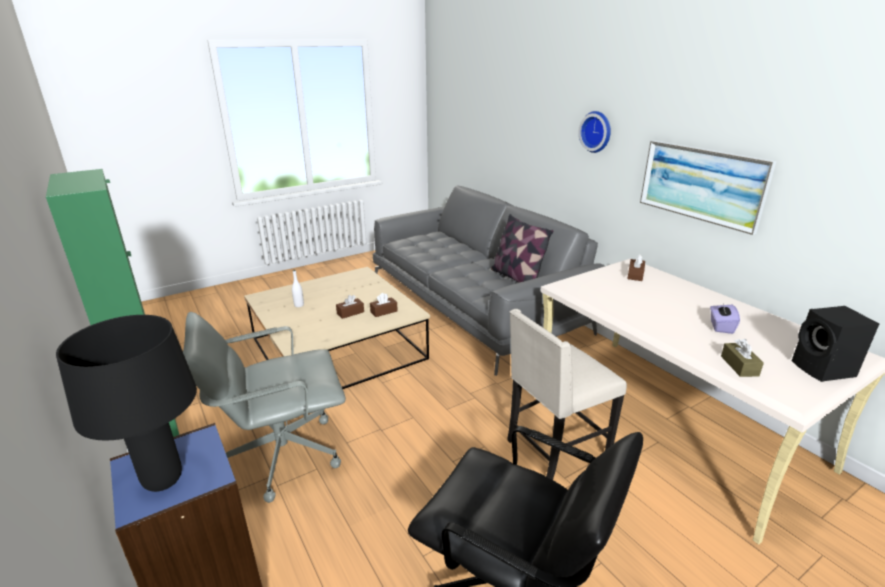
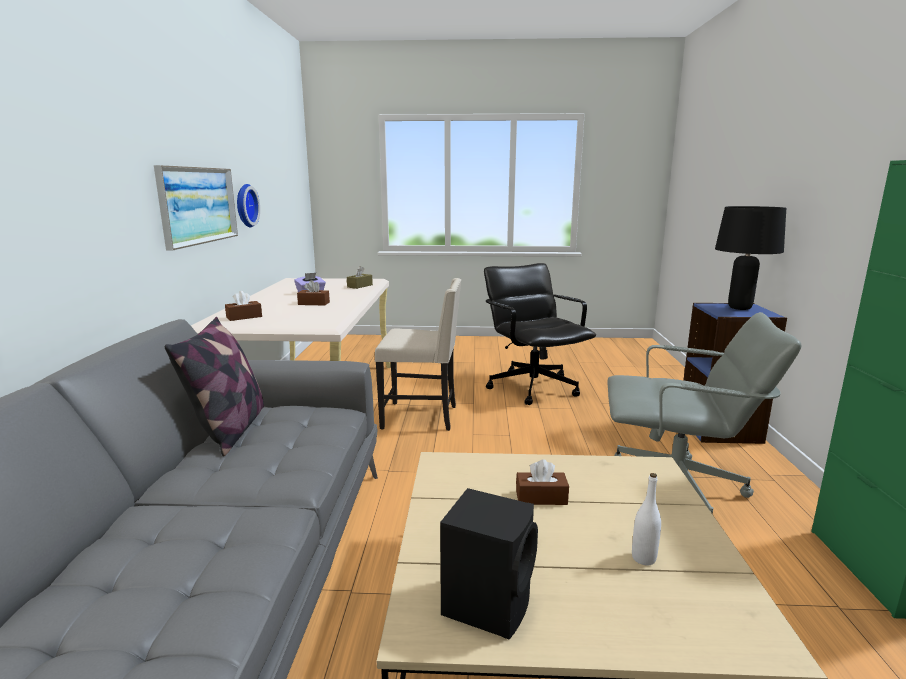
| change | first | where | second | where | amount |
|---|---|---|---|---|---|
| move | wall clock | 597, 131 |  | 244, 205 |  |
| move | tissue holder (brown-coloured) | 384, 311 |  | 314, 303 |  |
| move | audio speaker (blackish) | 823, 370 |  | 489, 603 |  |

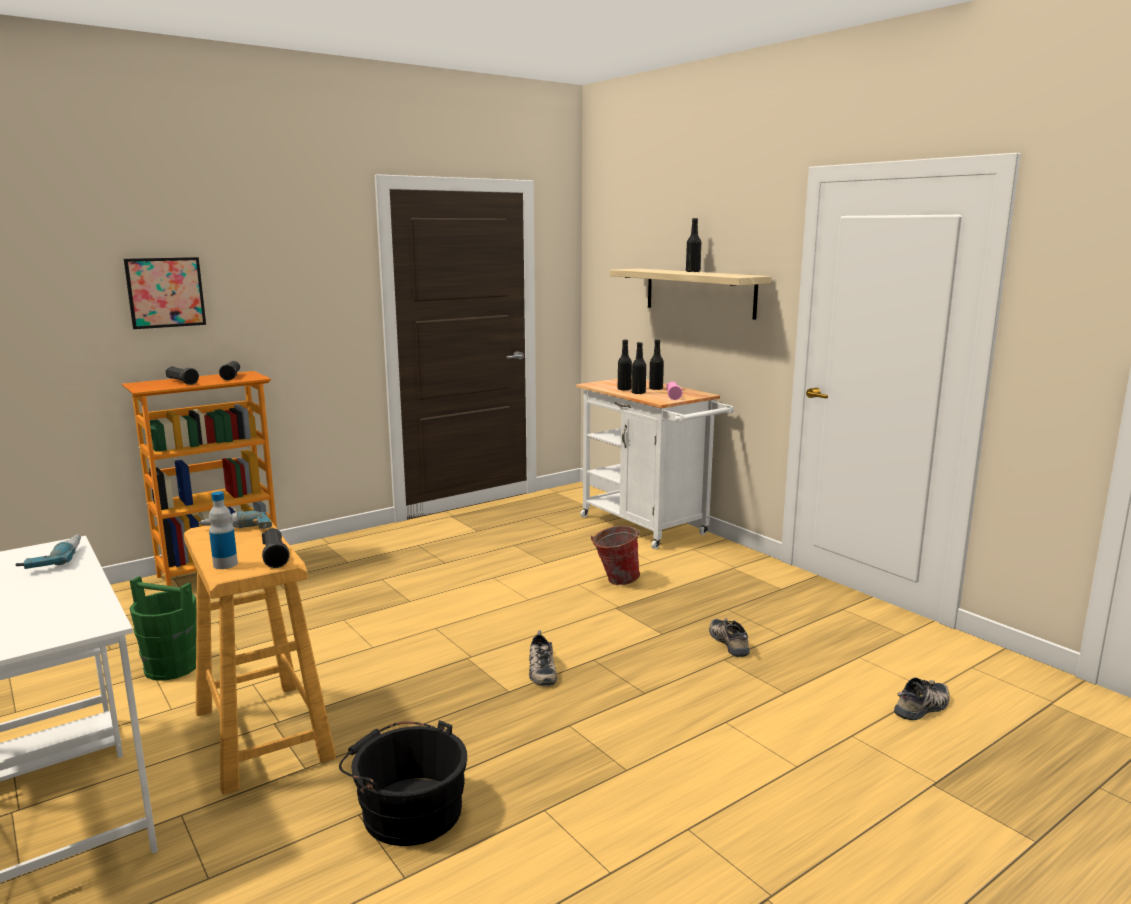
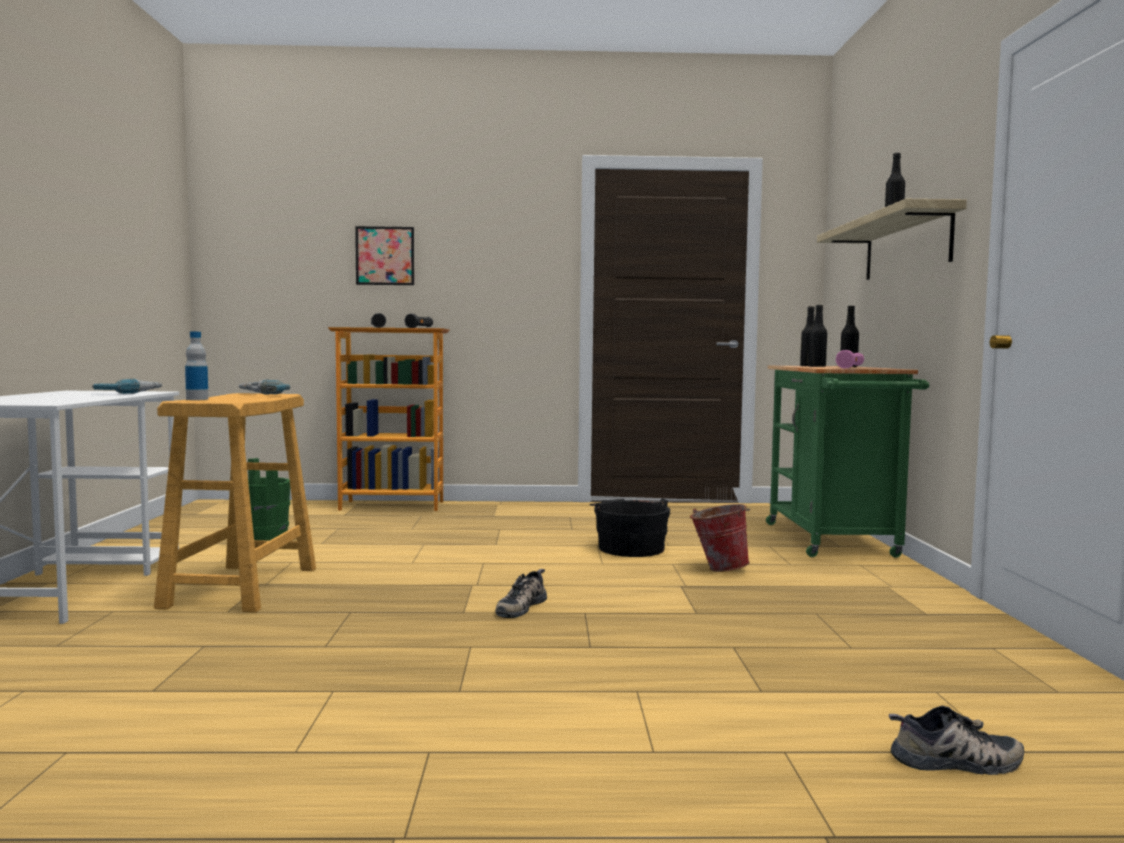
| change | first | where | second | where | amount |
|---|---|---|---|---|---|
| recolor | wheeled cart (white) | 649, 527 | wheeled cart (green-coloured) | 834, 542 |  |
| delete | hand torch (blackish) | 275, 557 |  |  |  |
| delete | low shoe | 730, 642 |  |  |  |
| move | pail (blackish) | 407, 809 |  | 629, 547 |  |

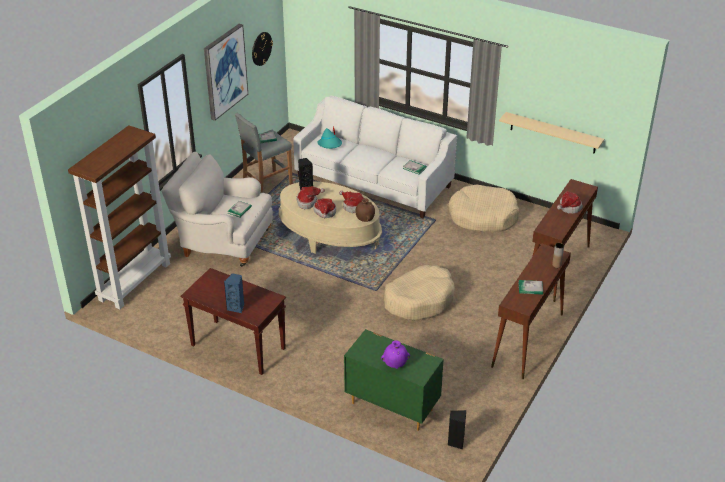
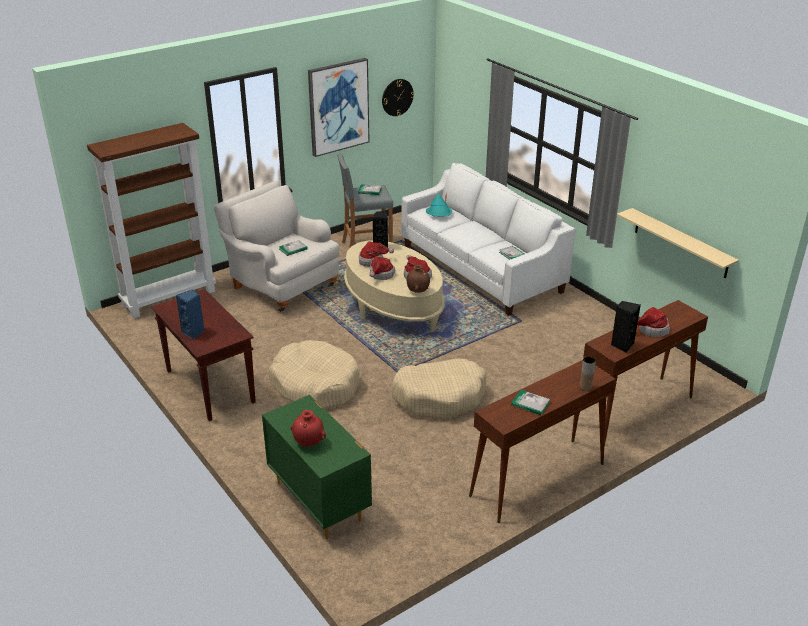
| change | first | where | second | where | amount |
|---|---|---|---|---|---|
| move | dog cushion (sand-coloured) | 483, 216 |  | 315, 384 |  |
| recolor | decorative vase (purple-coloured) | 395, 365 | decorative vase (reddish) | 309, 443 |  |
| move | audio speaker (blackish) | 455, 442 |  | 622, 345 |  |

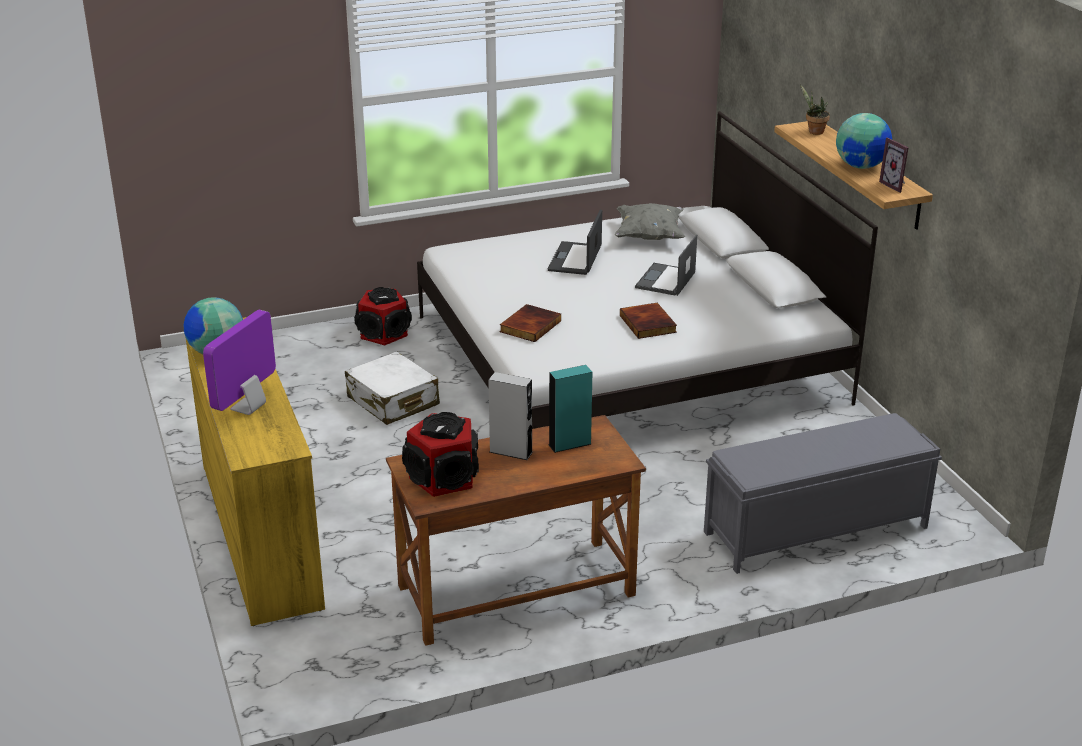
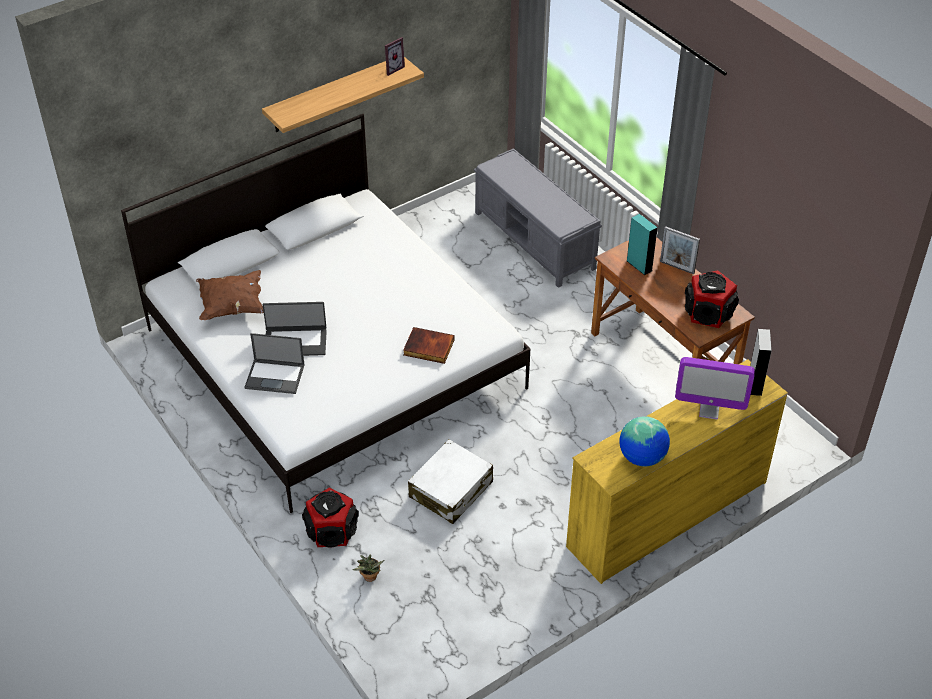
| change | first | where | second | where | amount |
|---|---|---|---|---|---|
| move | potted plant | 813, 132 |  | 369, 578 |  |
| delete | globe | 861, 166 |  |  |  |
| recolor | throw pillow (greyish) | 649, 236 | throw pillow (brown-coloured) | 232, 306 |  |
| move | laptop | 665, 280 |  | 275, 376 |  |
| delete | book | 649, 324 |  |  |  |
| move | audio speaker (greyish) | 511, 452 |  | 755, 384 |  |
| insert |  |  | standing frame | 677, 267 |  |

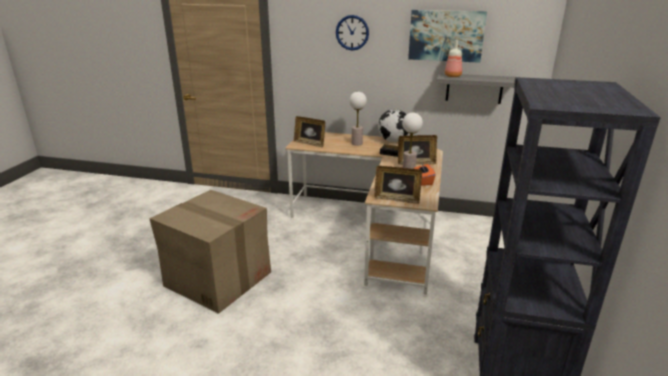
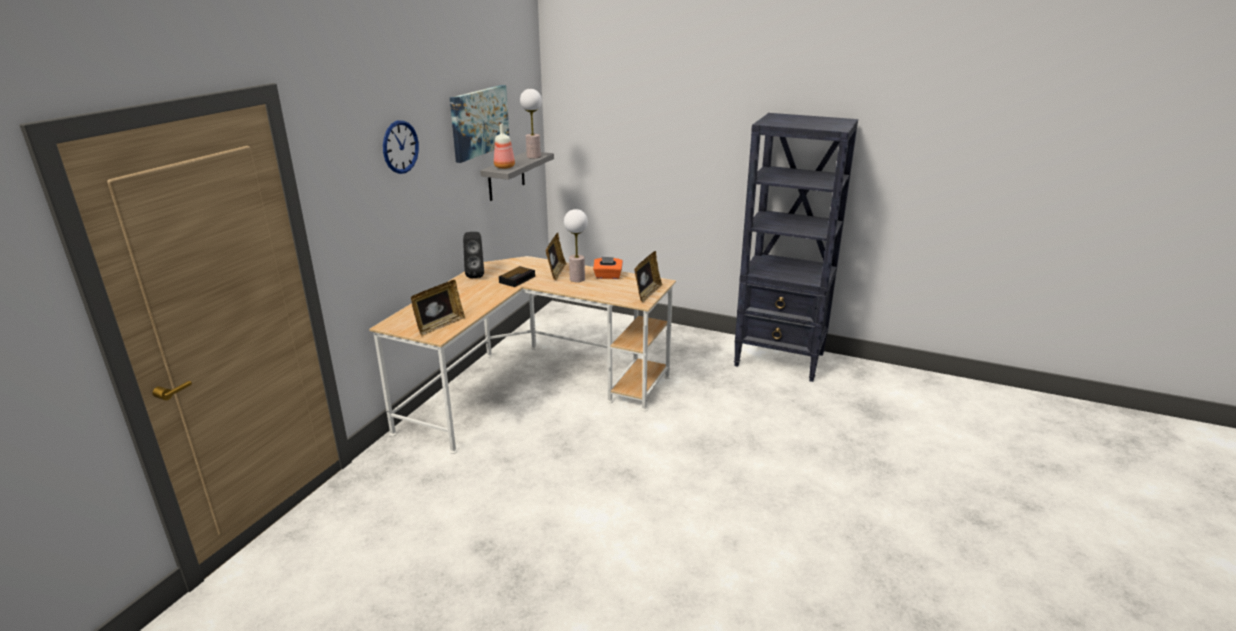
| change | first | where | second | where | amount |
|---|---|---|---|---|---|
| move | table lamp | 357, 143 |  | 533, 156 |  |
| replace | globe | 393, 141 | audio speaker (blackish) | 475, 275 |  |
| delete | carton | 217, 278 |  |  |  |

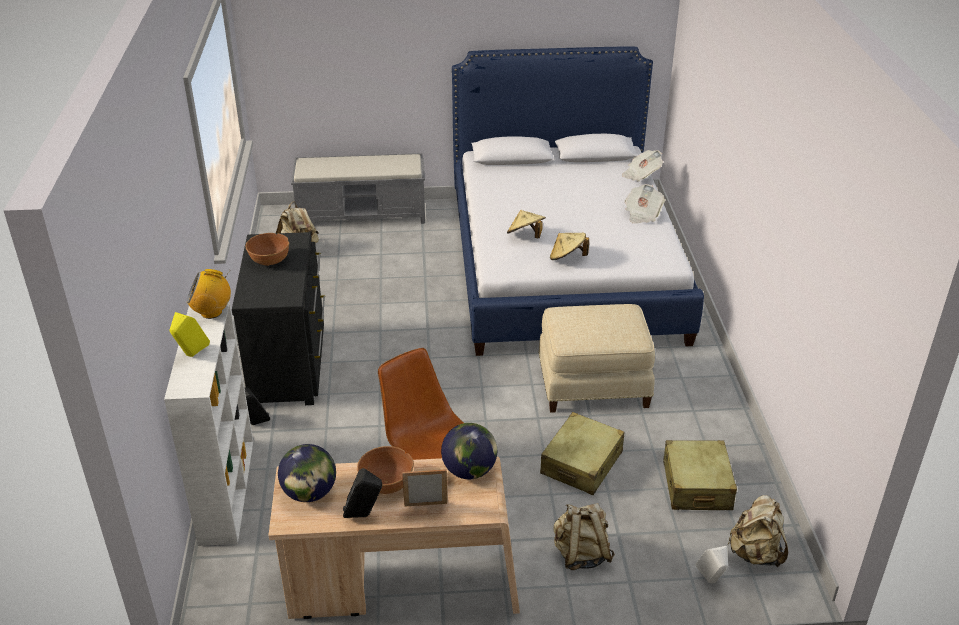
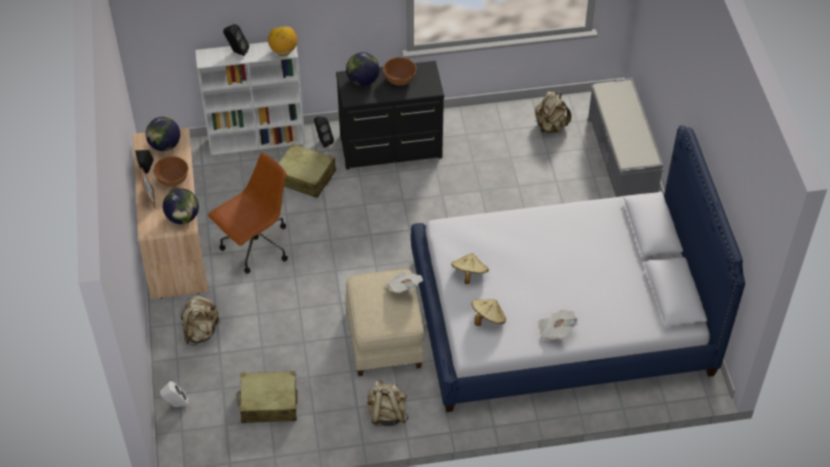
| change | first | where | second | where | amount |
|---|---|---|---|---|---|
| move | printed paper | 641, 175 |  | 404, 287 |  |
| move | clothing hat (sand-coloured) | 526, 236 |  | 488, 319 |  |
| recolor | audio speaker (yellow) | 191, 355 | audio speaker (blackish) | 237, 52 |  |
| move | suitcase (sand-coloured) | 582, 463 |  | 305, 177 |  |
| move | knapsack (sand-coloured) | 755, 553 |  | 387, 413 |  |
| insert |  |  | globe | 363, 80 |  |

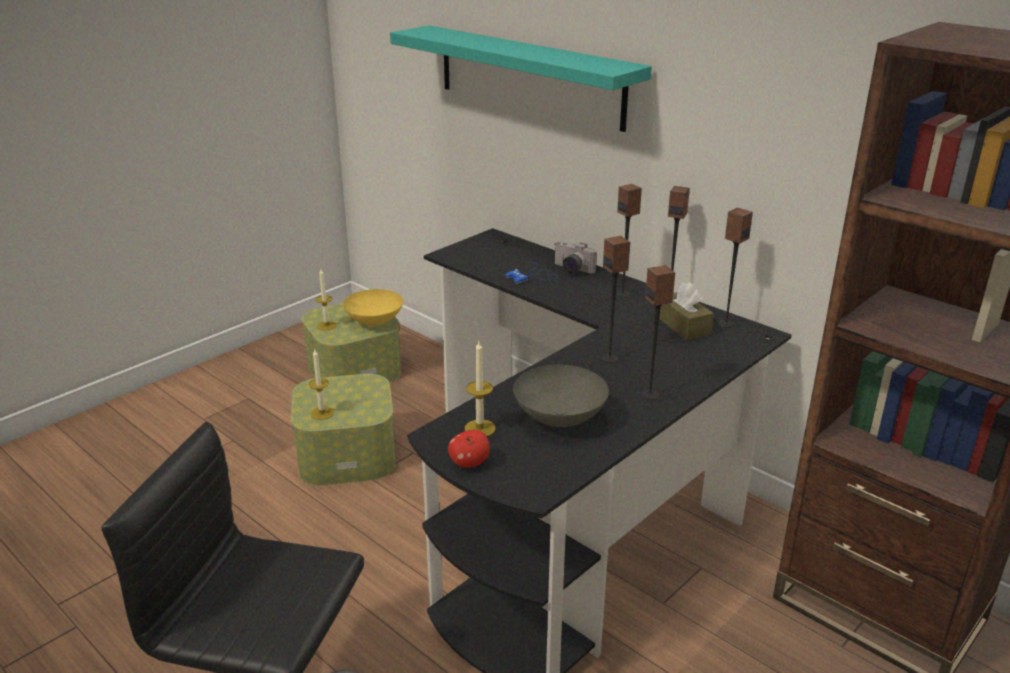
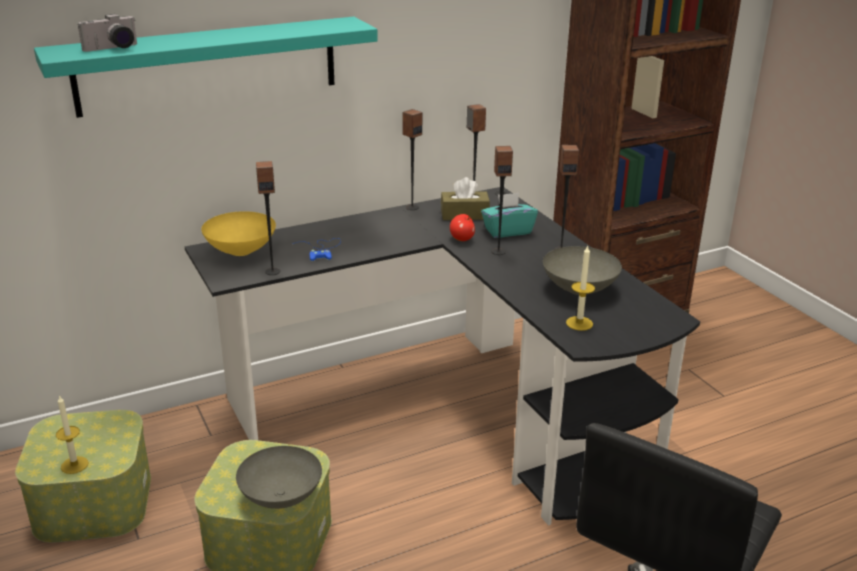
| change | first | where | second | where | amount |
|---|---|---|---|---|---|
| move | audio speaker | 623, 294 |  | 272, 271 |  |
| move | photo camera | 571, 269 |  | 113, 48 |  |
| move | bowl (yellow) | 375, 322 |  | 242, 251 |  |
| replace | candle | 322, 413 | bowl (greyish) | 280, 497 |  |
| move | apple fruit | 469, 463 |  | 462, 239 |  |
| insert |  |  | tissue holder (turquoise) | 507, 231 |  |

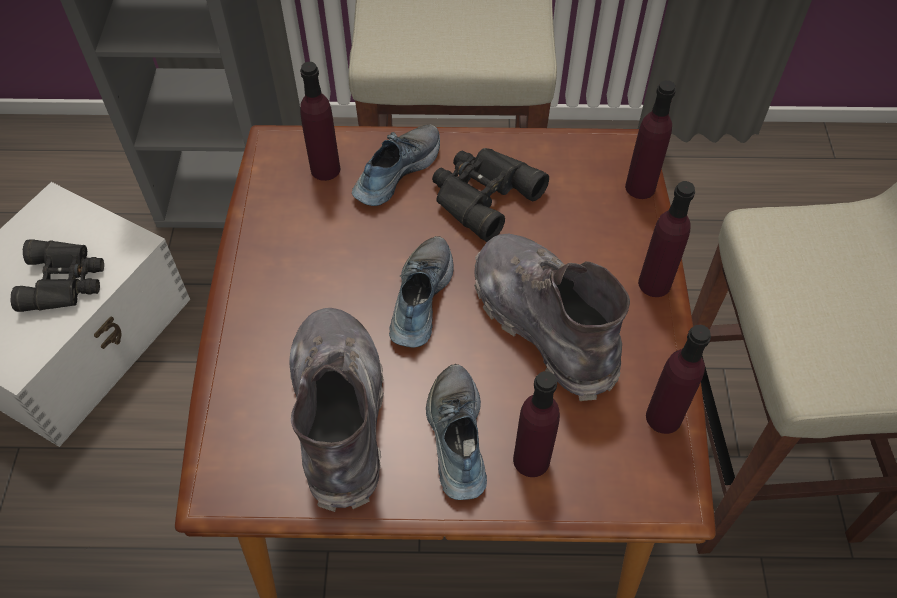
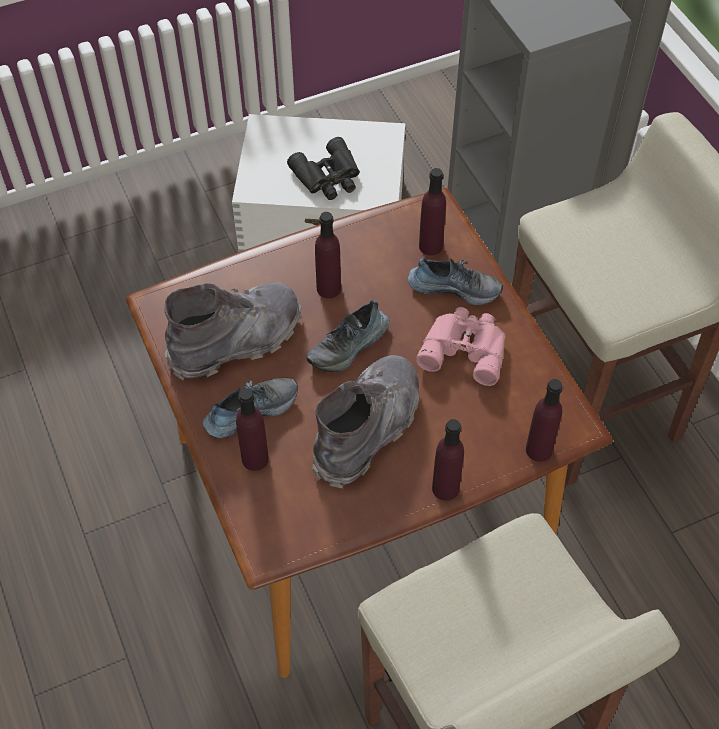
| change | first | where | second | where | amount |
|---|---|---|---|---|---|
| recolor | binoculars (blackish) | 481, 195 | binoculars (pinkish) | 464, 348 |  |
| rotate | low shoe | 419, 298 |  | 349, 346 | 150 degrees clockwise |
| move | beverage bottle (purple-coloured) | 663, 417 |  | 328, 288 |  |

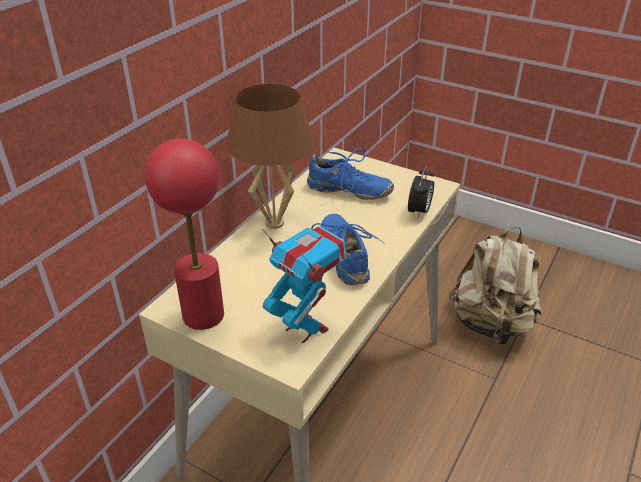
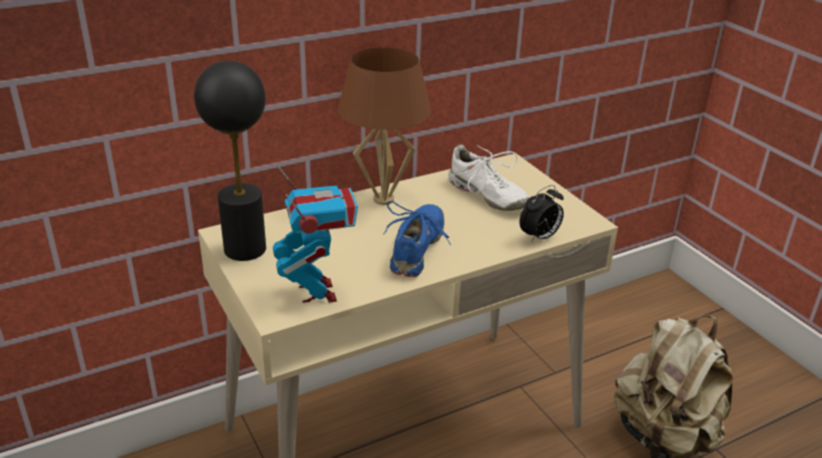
| change | first | where | second | where | amount |
|---|---|---|---|---|---|
| recolor | table lamp (reddish) | 204, 315 | table lamp (blackish) | 245, 249 |  |
| recolor | low shoe (blue-coloured) | 349, 191 | low shoe (white) | 486, 195 |  |

